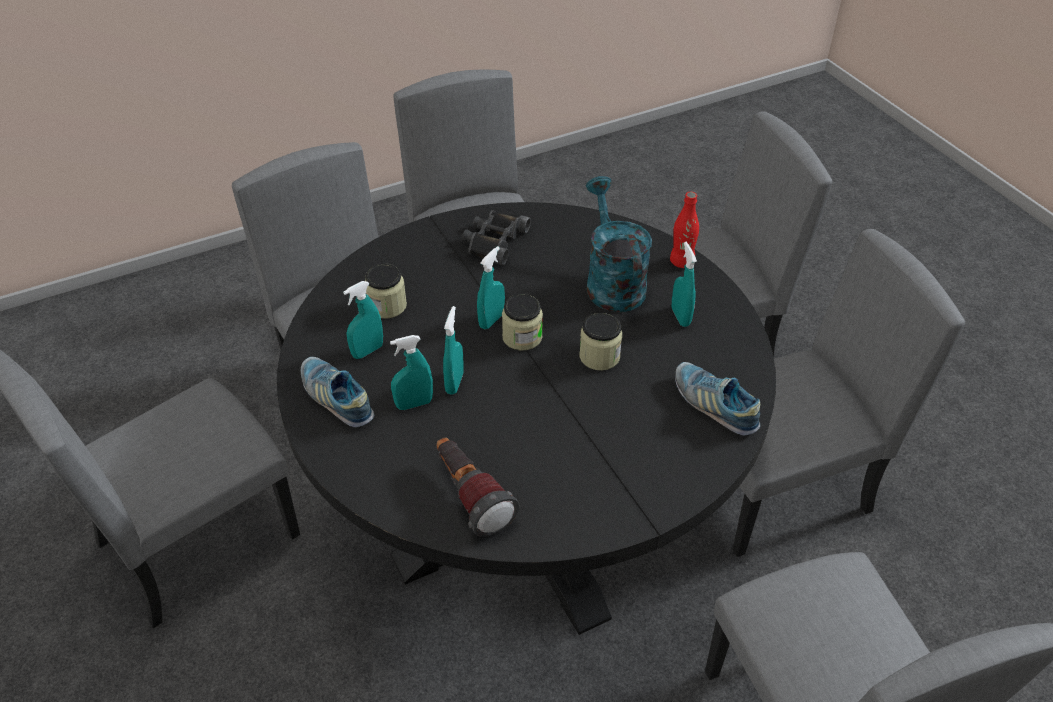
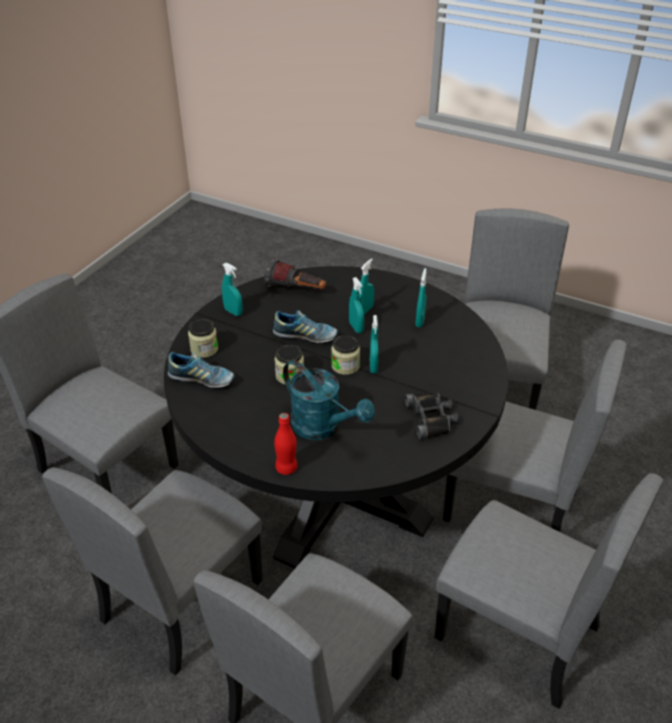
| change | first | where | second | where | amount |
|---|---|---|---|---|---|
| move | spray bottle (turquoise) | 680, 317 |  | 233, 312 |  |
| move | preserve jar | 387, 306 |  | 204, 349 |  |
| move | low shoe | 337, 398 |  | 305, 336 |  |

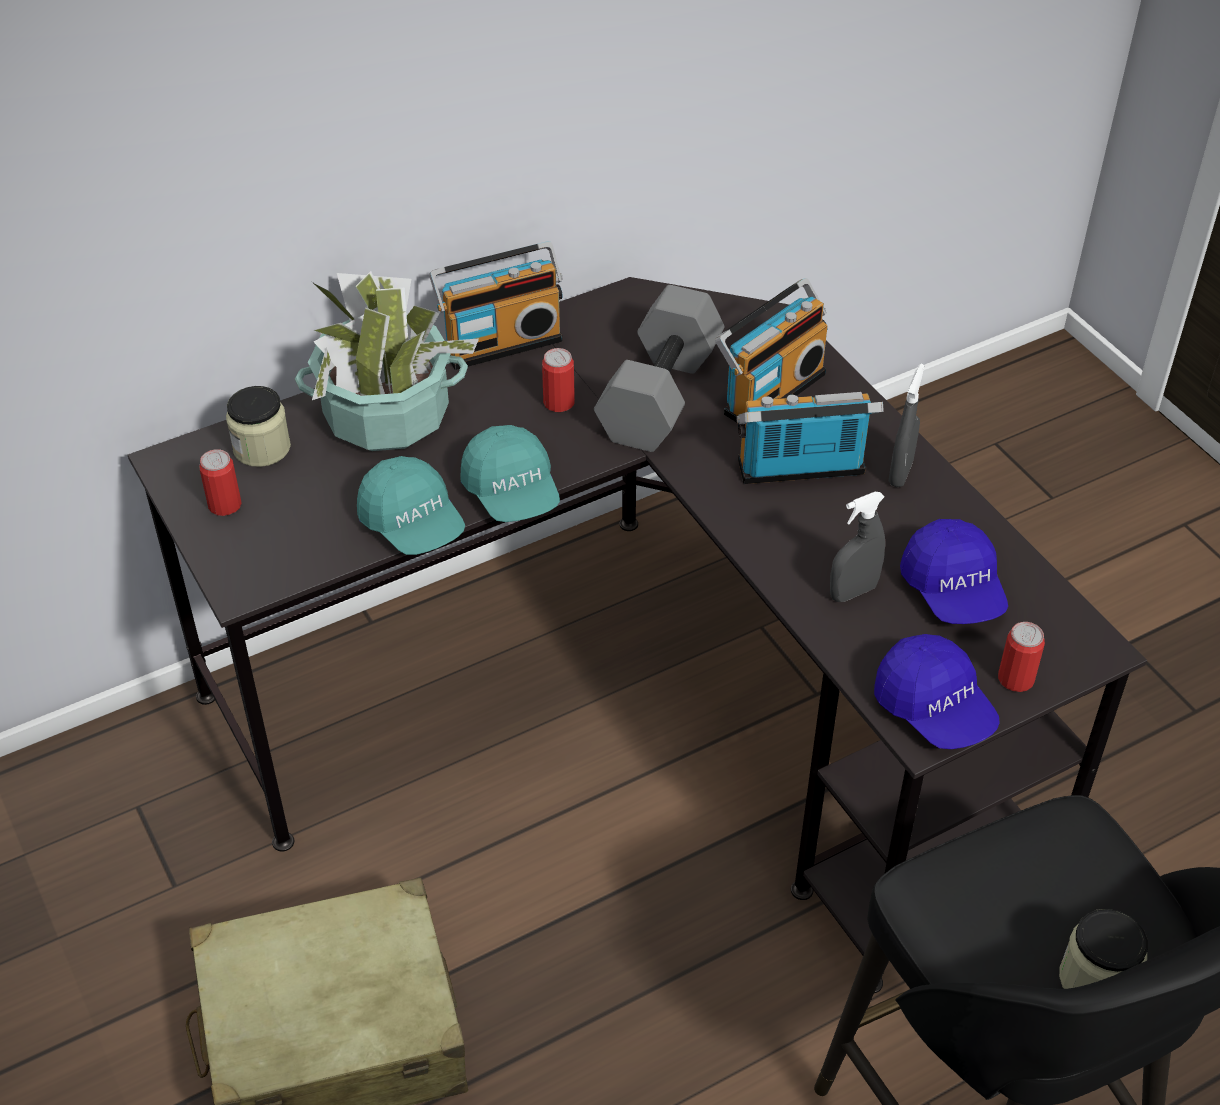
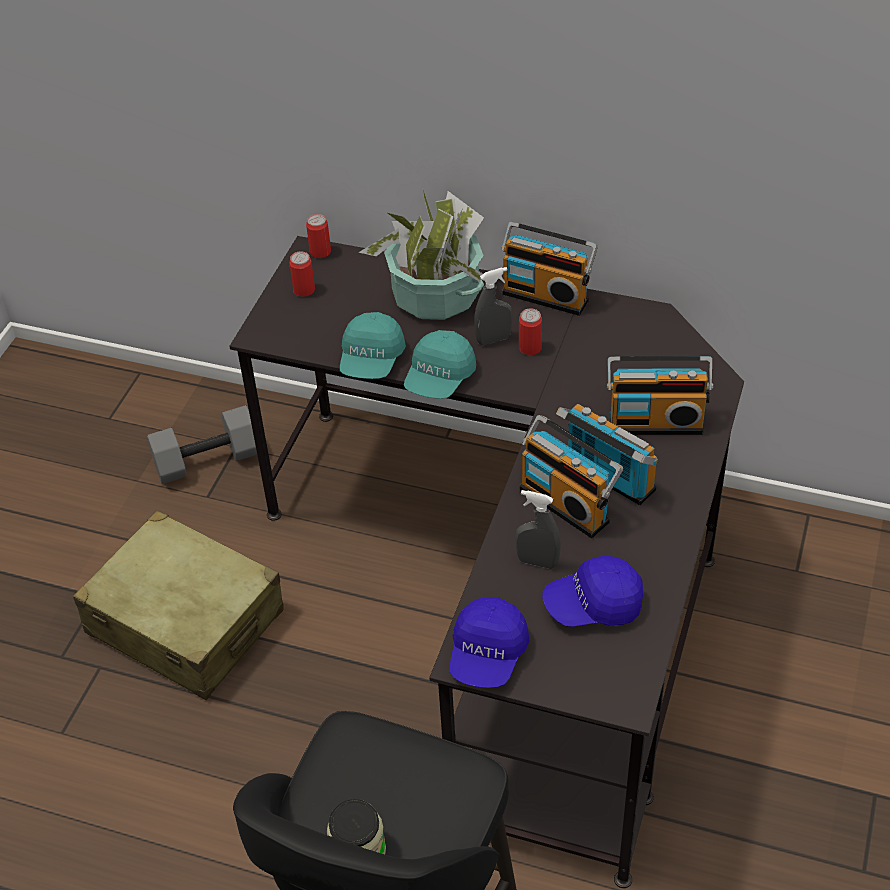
| change | first | where | second | where | amount |
|---|---|---|---|---|---|
| move | hand weight (greyish) | 657, 393 |  | 208, 458 |  |
| move | spray bottle (greyish) | 900, 472 |  | 493, 339 |  |
| delete | preserve jar | 262, 448 |  |  |  |
| rotate | cap (blue-coloured) | 953, 591 |  | 593, 605 | 45 degrees clockwise |
| move | can | 1015, 679 |  | 320, 252 |  |
| insert |  |  | radio | 567, 503 |  |

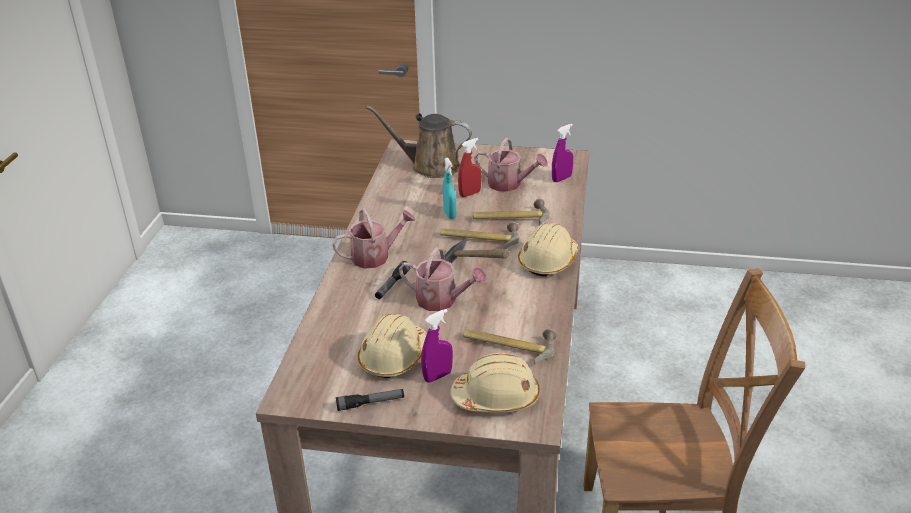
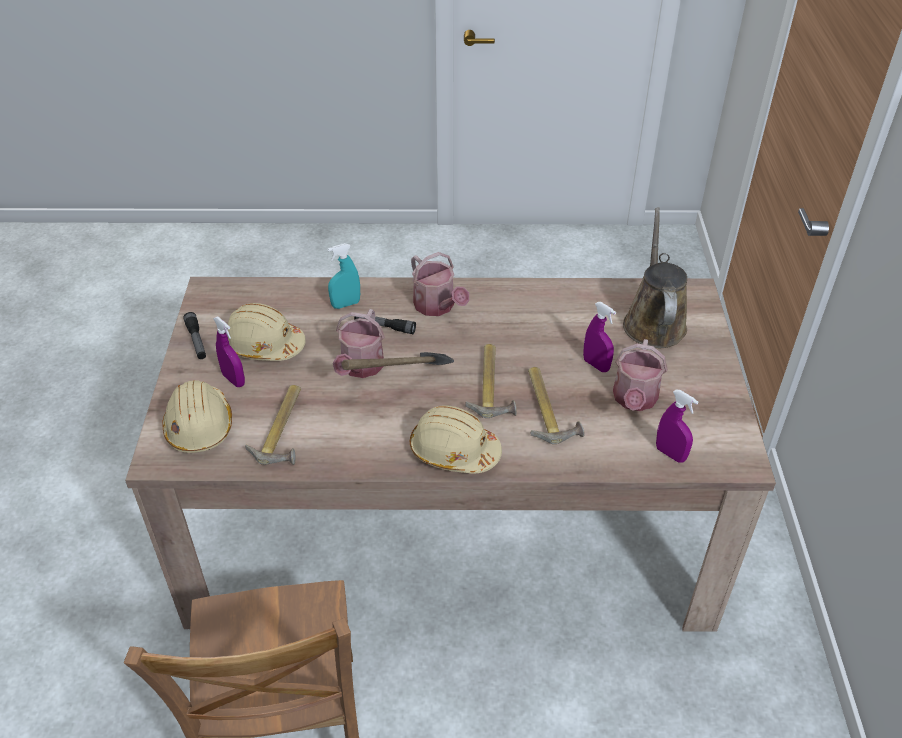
| change | first | where | second | where | amount |
|---|---|---|---|---|---|
| recolor | spray bottle (reddish) | 470, 194 | spray bottle (purple-coloured) | 596, 365 |  |
| move | spray bottle (turquoise) | 449, 214 |  | 346, 304 |  |

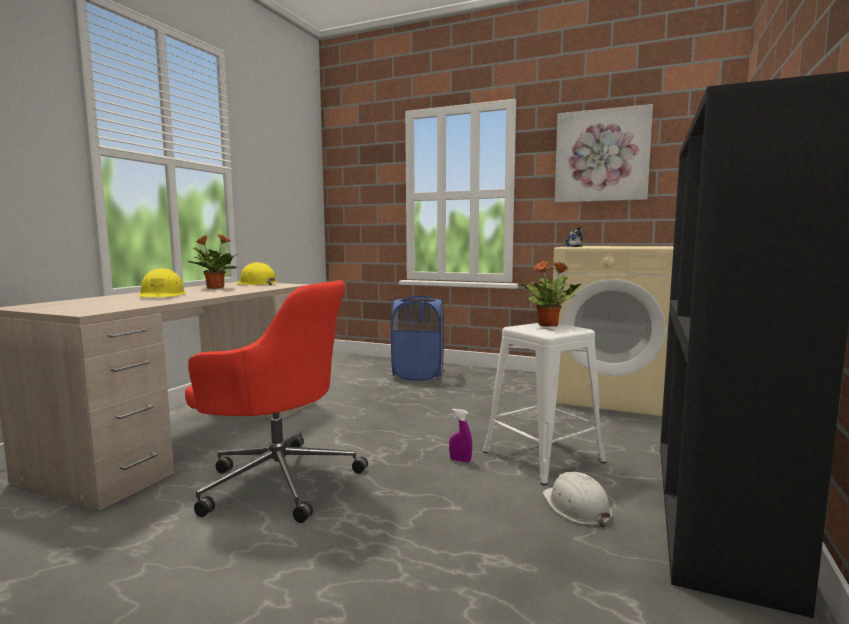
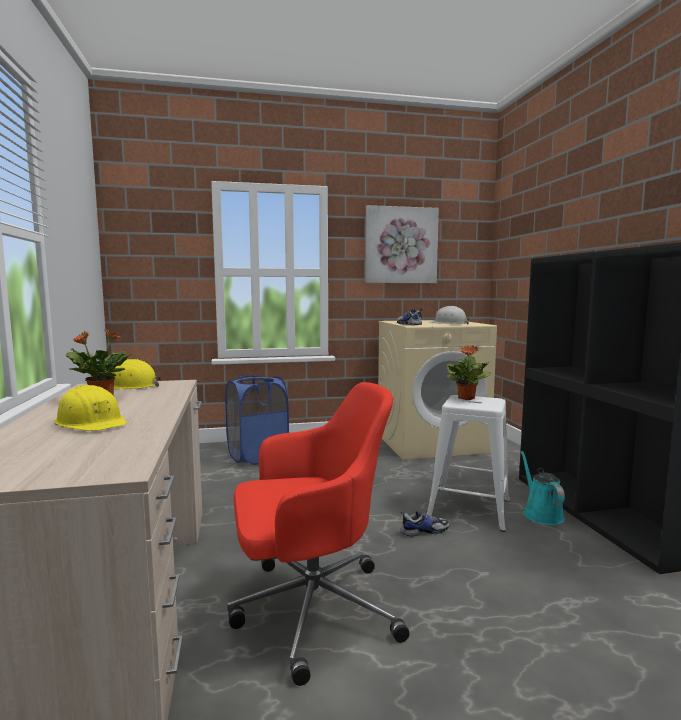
| change | first | where | second | where | amount |
|---|---|---|---|---|---|
| replace | spray bottle (purple-coloured) | 460, 460 | low shoe | 424, 531 |  |
| move | work helmet (white) | 576, 507 |  | 448, 323 |  |
| insert |  |  | sprinkling can (turquoise) | 541, 514 |  |

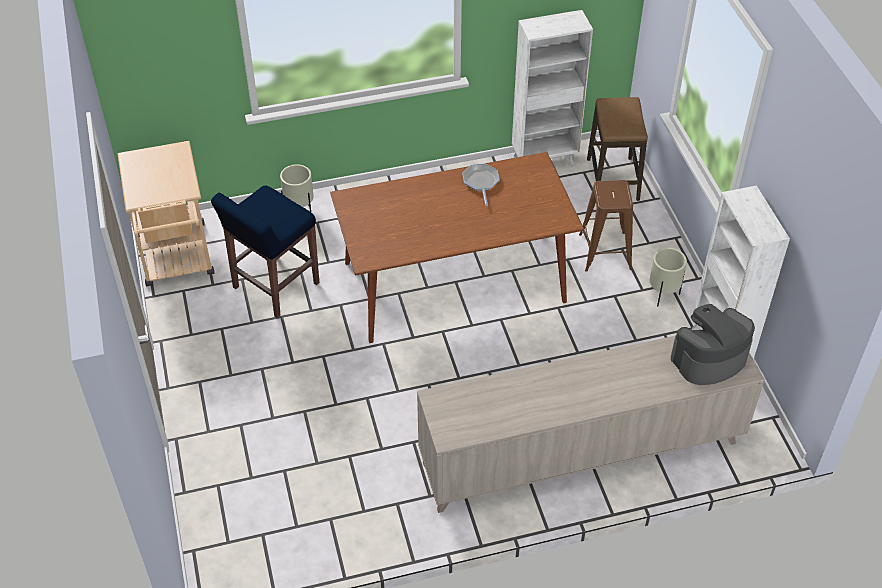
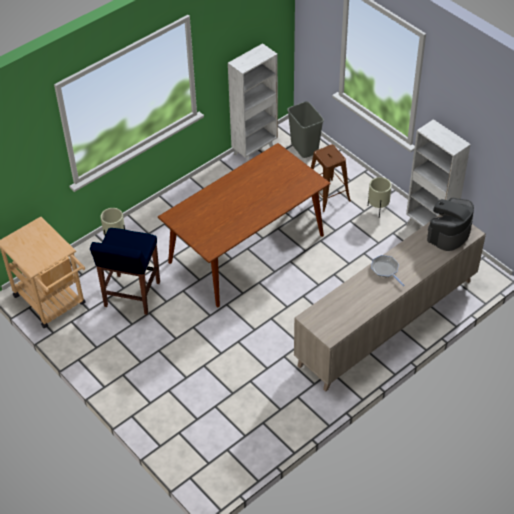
| change | first | where | second | where | amount |
|---|---|---|---|---|---|
| replace | stool seat | 613, 180 | rubbish bin (greyish) | 305, 148 |  |
| move | frying pan | 481, 182 |  | 385, 269 |  |

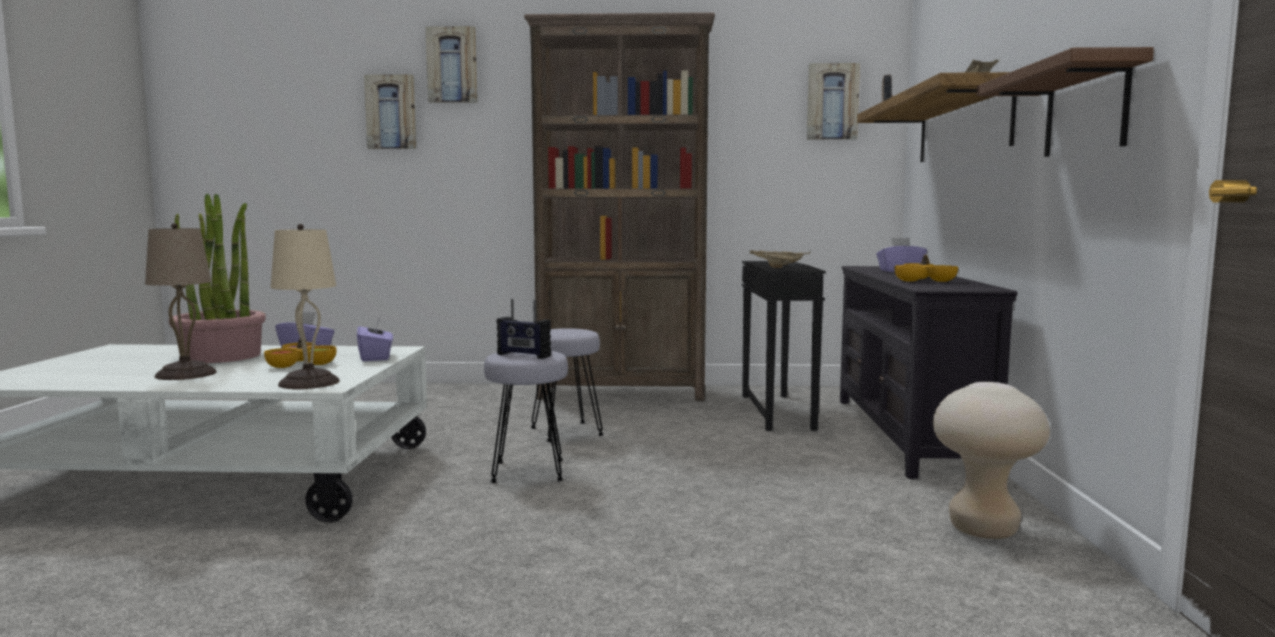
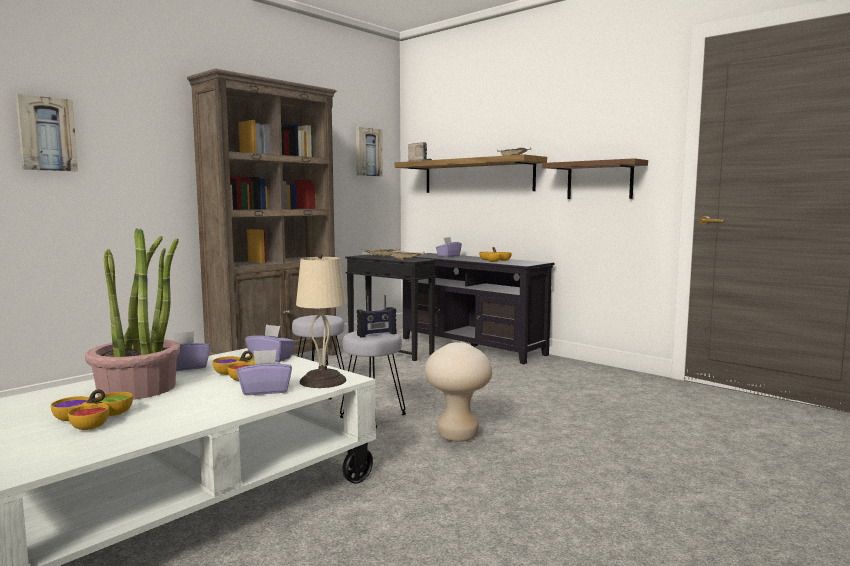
| change | first | where | second | where | amount |
|---|---|---|---|---|---|
| delete | wall picture | 452, 65 |  |  |  |
| delete | table lamp (sand-coloured) | 185, 374 |  |  |  |
| move | stool seat (sand-coloured) | 983, 529 |  | 457, 436 |  |
| insert |  |  | tissue holder (purple-coloured) | 265, 390 |  |
| insert |  |  | bowl | 92, 420 |  |

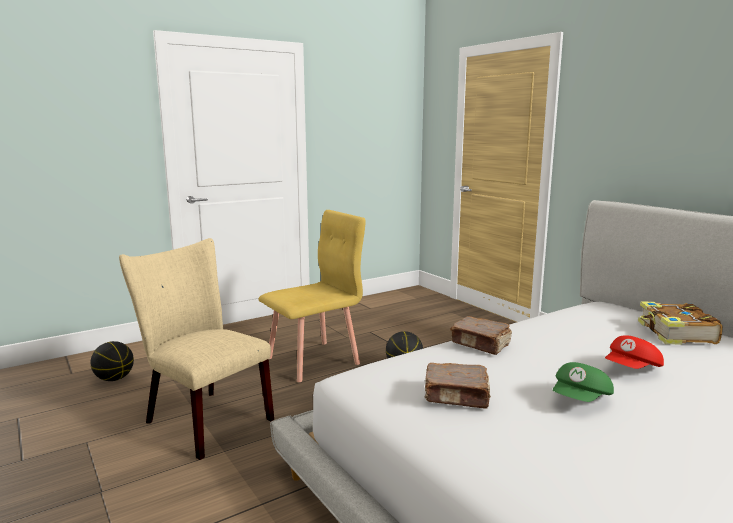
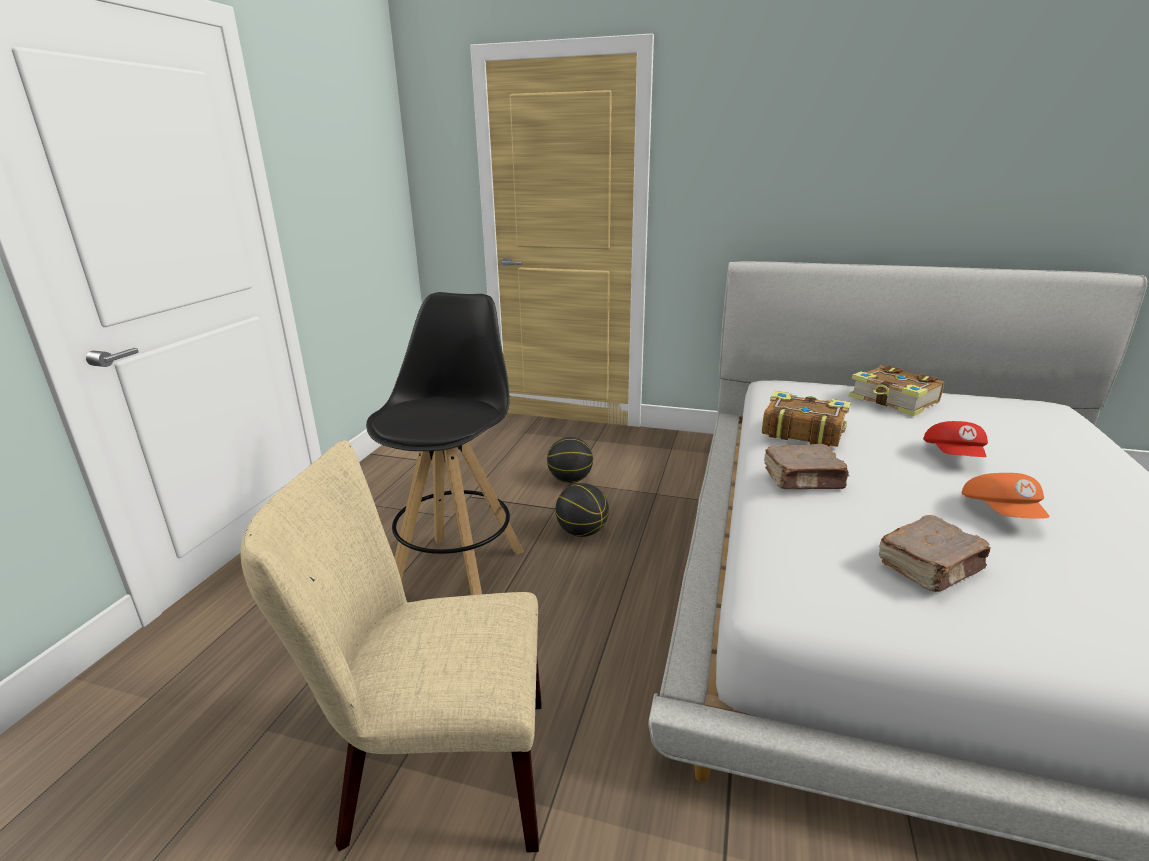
| change | first | where | second | where | amount |
|---|---|---|---|---|---|
| replace | upright chair (yellow) | 314, 361 | stool seat (blackish) | 459, 574 |  |
| move | basketball | 114, 379 |  | 570, 480 |  |
| recolor | cap (green-coloured) | 581, 400 | cap (orange) | 1002, 513 |  |
| insert |  |  | book | 802, 431 |  |

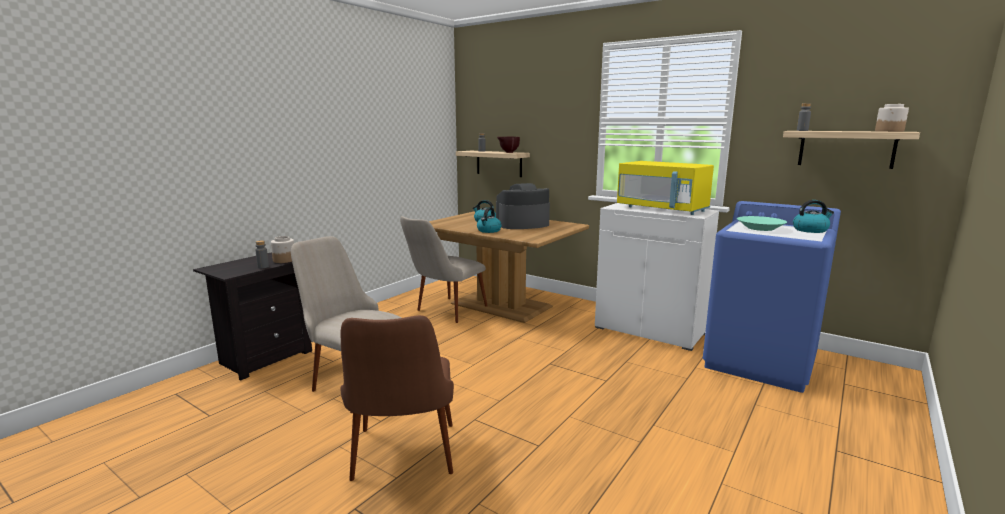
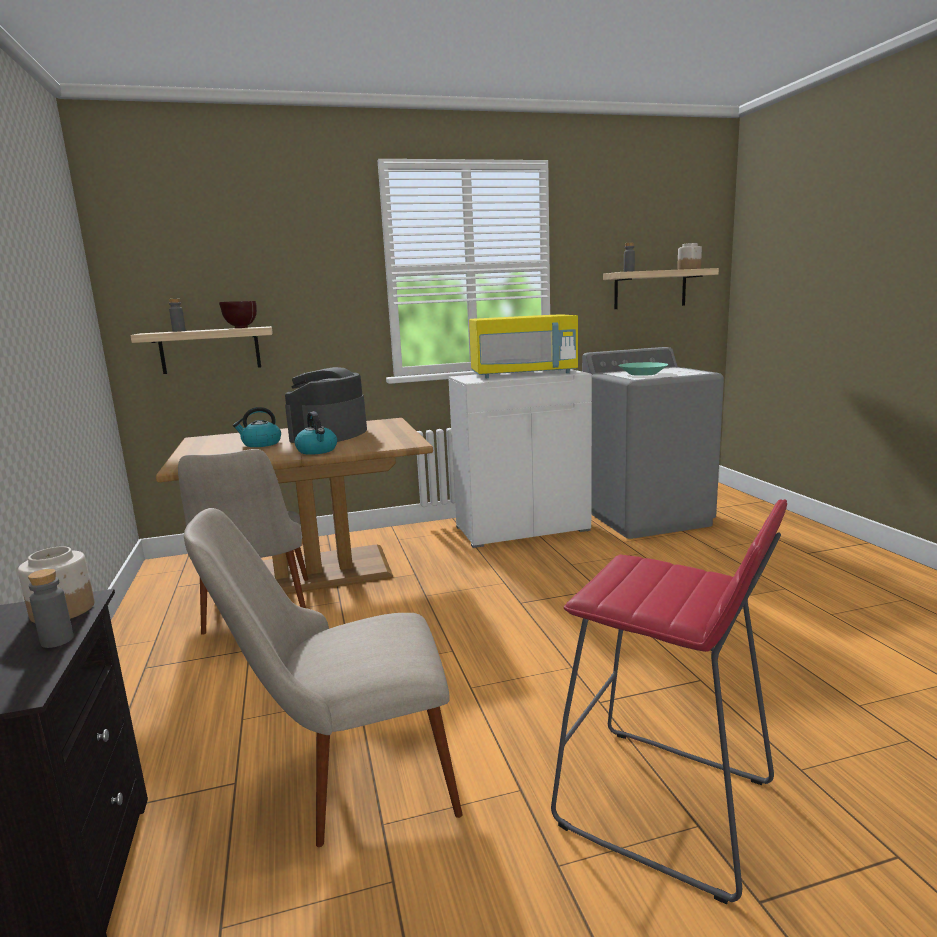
| change | first | where | second | where | amount |
|---|---|---|---|---|---|
| delete | water kettle | 810, 230 |  |  |  |
| recolor | laundry machine (blue-coloured) | 760, 362 | laundry machine (greyish) | 646, 517 |  |
| replace | upright chair (brown-coloured) | 403, 463 | stool seat (reddish) | 665, 806 |  |

